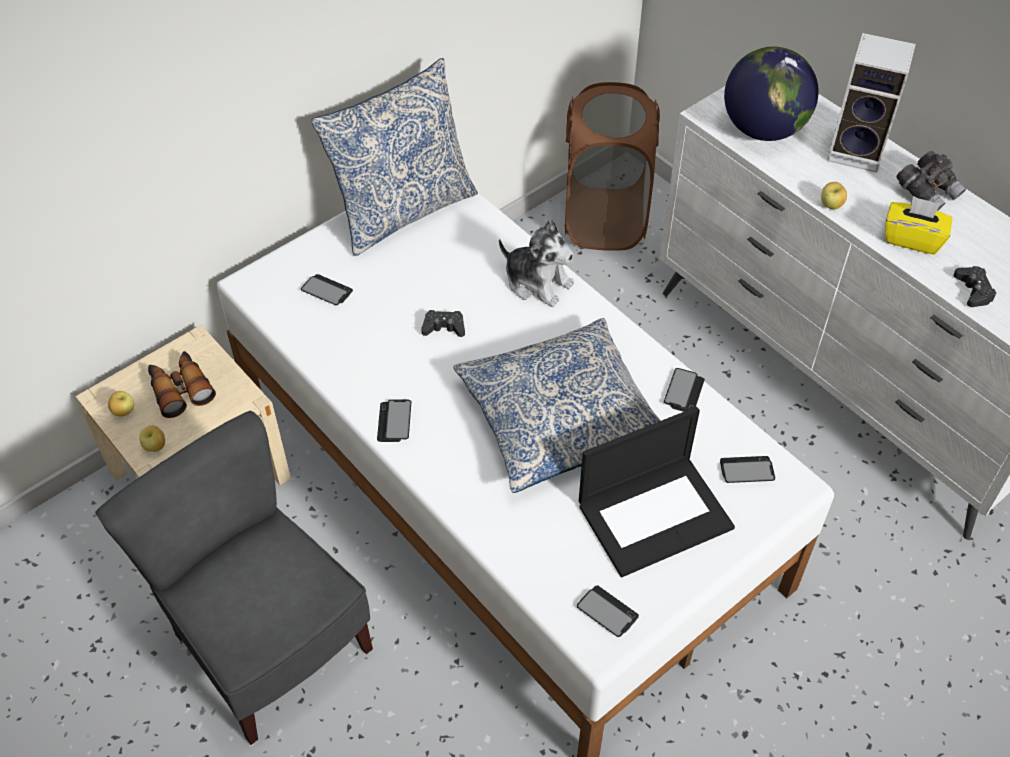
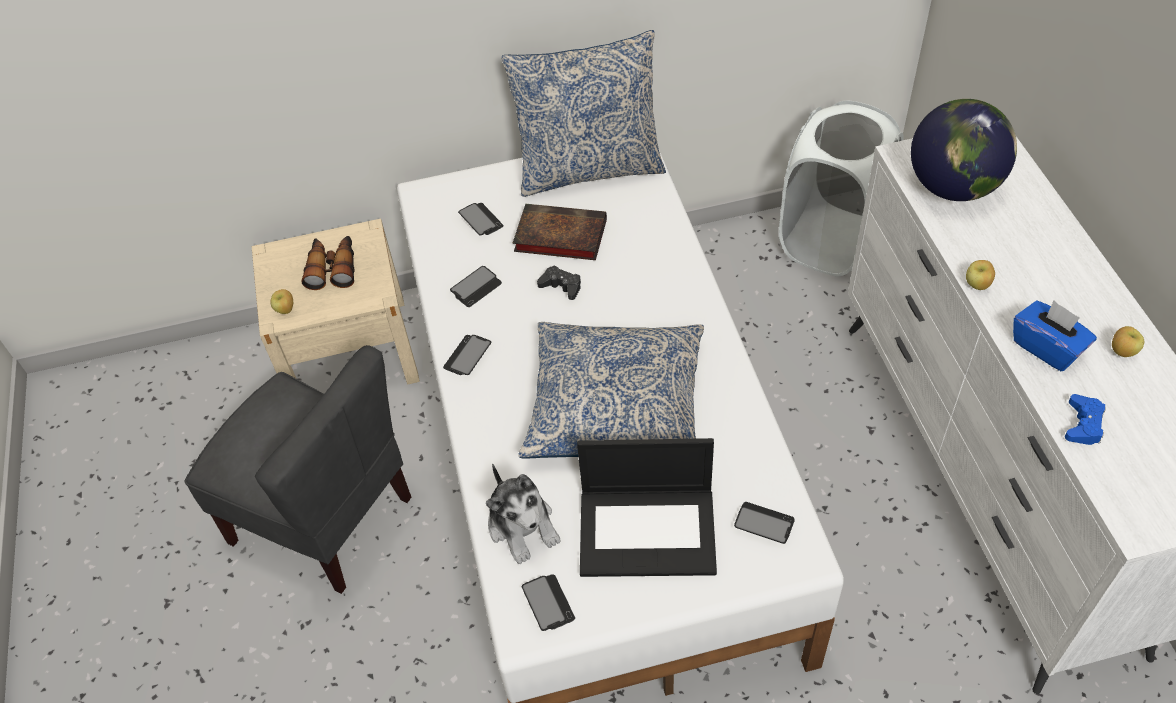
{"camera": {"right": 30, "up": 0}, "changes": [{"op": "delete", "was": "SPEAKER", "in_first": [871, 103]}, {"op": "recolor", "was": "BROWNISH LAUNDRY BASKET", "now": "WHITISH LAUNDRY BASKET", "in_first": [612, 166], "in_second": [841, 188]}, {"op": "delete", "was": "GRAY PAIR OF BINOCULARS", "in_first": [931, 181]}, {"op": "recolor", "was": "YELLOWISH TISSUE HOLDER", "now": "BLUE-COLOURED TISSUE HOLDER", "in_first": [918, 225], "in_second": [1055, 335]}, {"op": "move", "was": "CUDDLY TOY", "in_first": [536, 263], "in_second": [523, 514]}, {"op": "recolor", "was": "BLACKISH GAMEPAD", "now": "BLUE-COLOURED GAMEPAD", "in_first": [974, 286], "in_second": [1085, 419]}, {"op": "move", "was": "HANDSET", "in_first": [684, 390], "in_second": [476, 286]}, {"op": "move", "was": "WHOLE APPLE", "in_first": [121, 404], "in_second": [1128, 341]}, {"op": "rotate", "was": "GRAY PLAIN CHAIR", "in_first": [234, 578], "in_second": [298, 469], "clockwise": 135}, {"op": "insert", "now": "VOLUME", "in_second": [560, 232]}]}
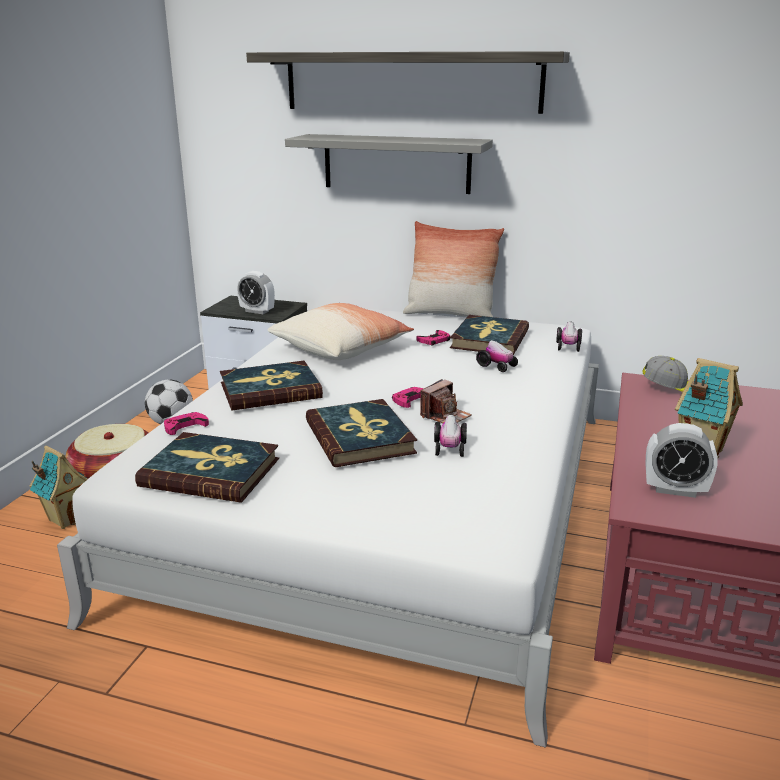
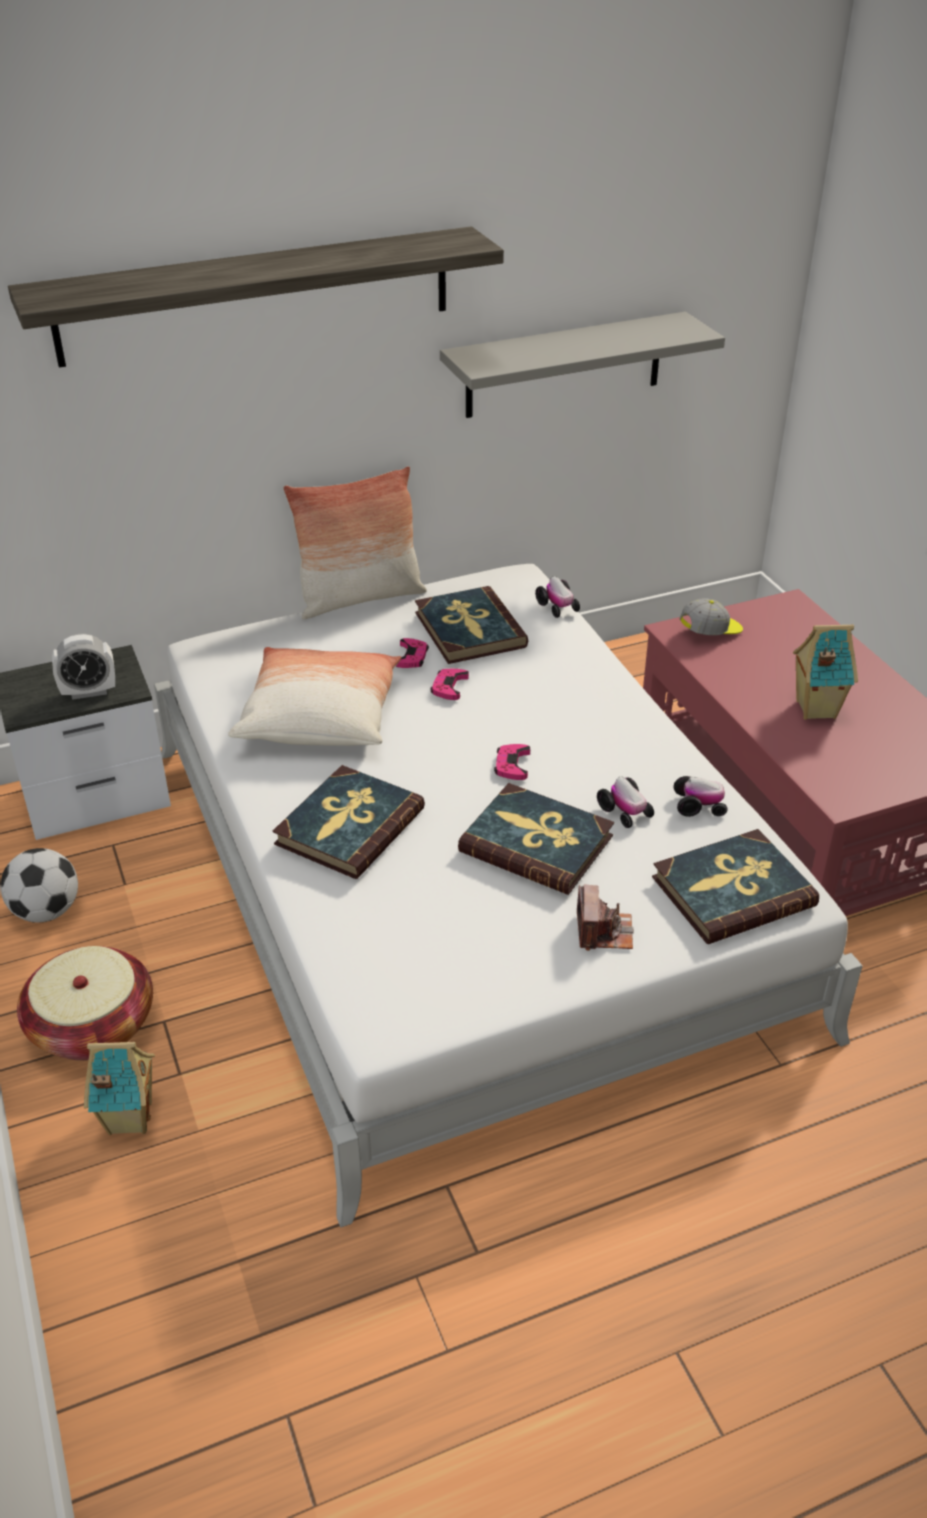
{"camera": {"right": -40, "up": 15}, "changes": [{"op": "move", "was": "GRAY SHELF", "in_first": [389, 164], "in_second": [582, 365]}, {"op": "move", "was": "TOY CAR", "in_first": [497, 356], "in_second": [701, 796]}, {"op": "move", "was": "STILL CAMERA", "in_first": [446, 401], "in_second": [605, 918]}, {"op": "move", "was": "PINK-COLOURED GAMEPAD", "in_first": [186, 423], "in_second": [449, 684]}, {"op": "delete", "was": "TABLE CLOCK", "in_first": [682, 460]}, {"op": "move", "was": "VOLUME", "in_first": [207, 467], "in_second": [735, 886]}]}
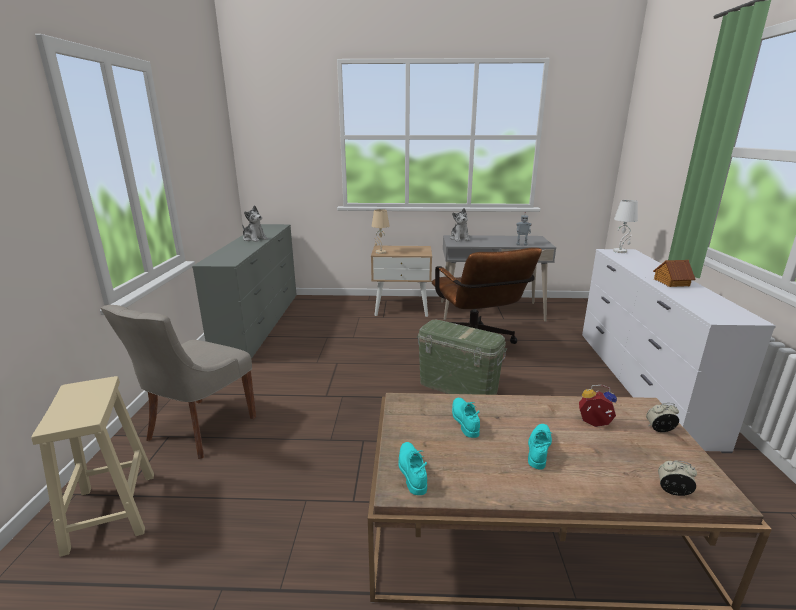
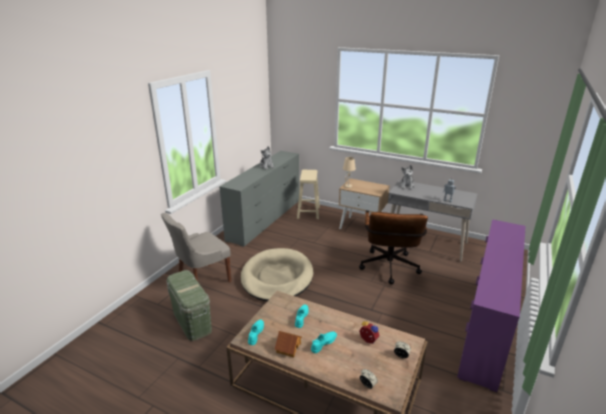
{"camera": {"right": 25, "up": 5}, "changes": [{"op": "delete", "was": "WHITISH LAMP FOR A TABLE", "in_first": [625, 226]}, {"op": "recolor", "was": "WHITISH DRESSER", "now": "PURPLE-COLOURED DRESSER", "in_first": [679, 351], "in_second": [491, 305]}, {"op": "move", "was": "TOY HOUSE", "in_first": [674, 273], "in_second": [288, 344]}, {"op": "move", "was": "GREEN STORAGE BIN", "in_first": [462, 357], "in_second": [189, 305]}, {"op": "move", "was": "BEIGE SITTING STOOL", "in_first": [92, 466], "in_second": [308, 194]}, {"op": "insert", "now": "BEIGE DOG CUSHION", "in_second": [277, 274]}]}
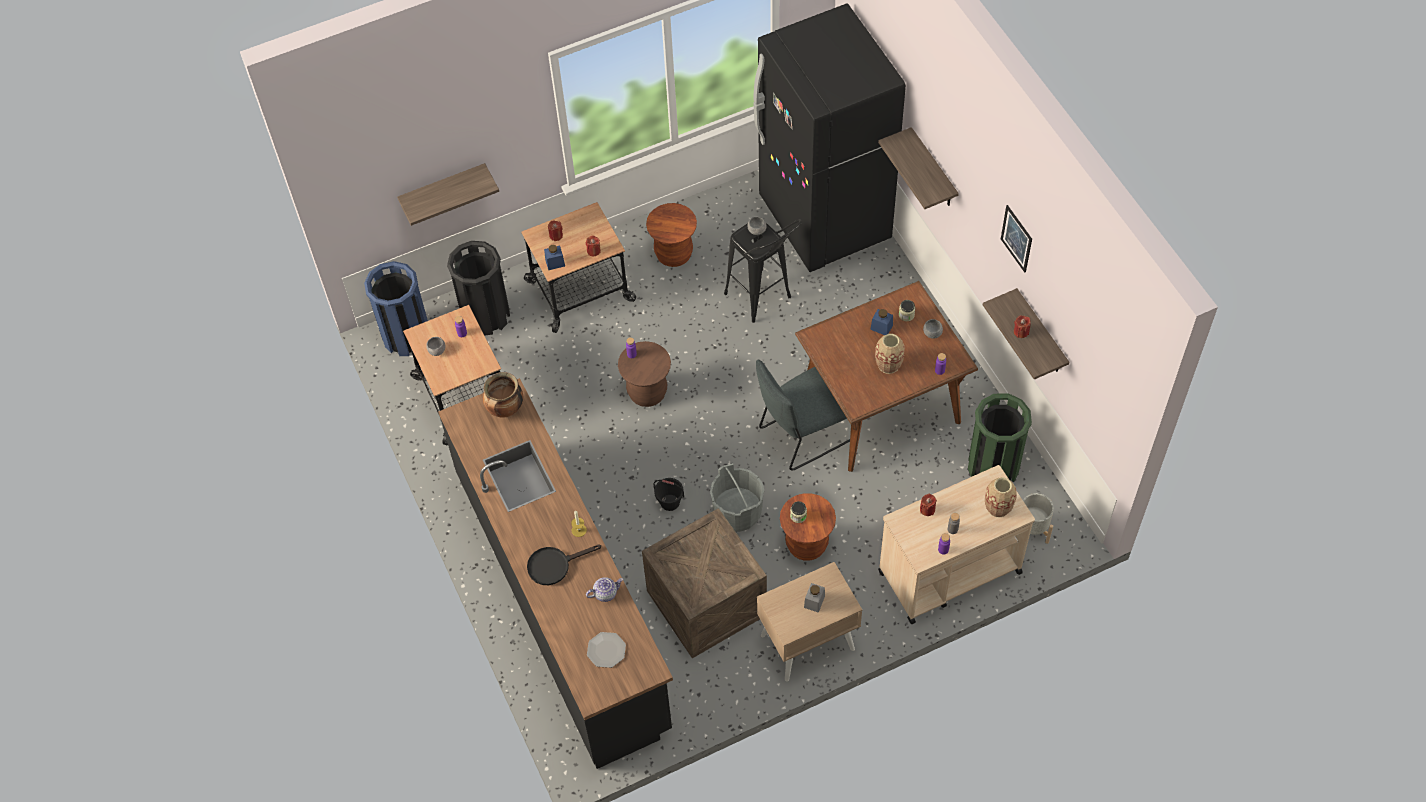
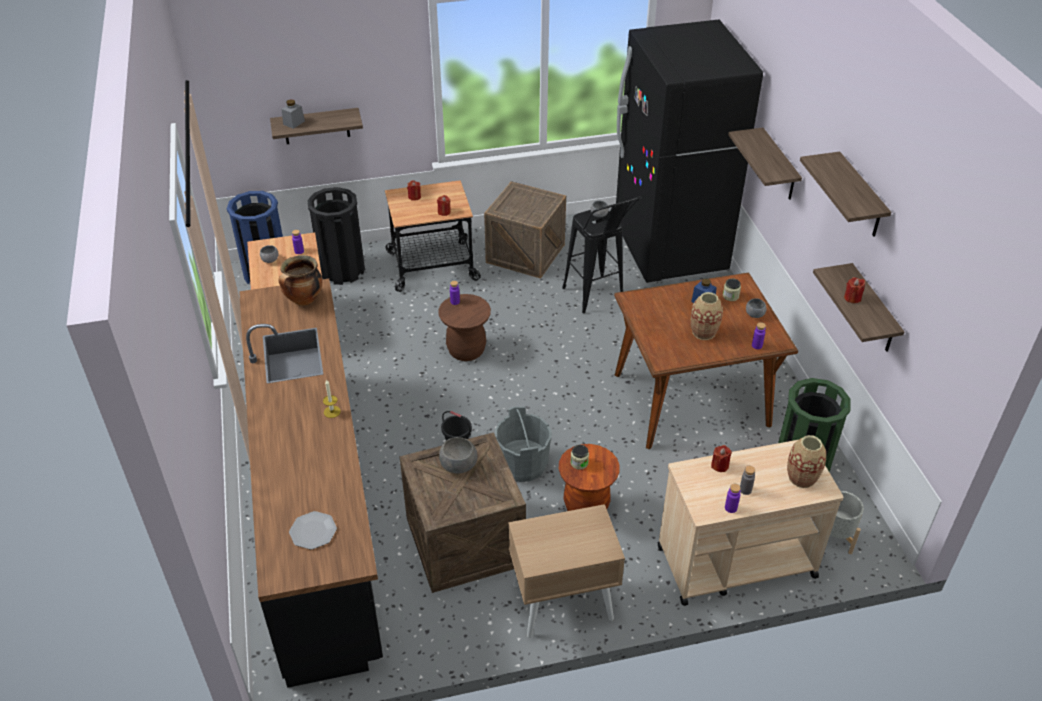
{"camera": {"right": 10, "up": -15}, "changes": [{"op": "replace", "was": "BROWNISH SITTING STOOL", "now": "SHIPPING CRATE", "in_first": [671, 235], "in_second": [525, 230]}, {"op": "replace", "was": "WALL ART", "now": "SHELF", "in_first": [1016, 239], "in_second": [845, 194]}, {"op": "delete", "was": "BLUE-COLOURED PRESERVE JAR", "in_first": [554, 257]}, {"op": "delete", "was": "GRAY PLAIN CHAIR", "in_first": [803, 415]}, {"op": "delete", "was": "BLACKISH PAN", "in_first": [564, 564]}, {"op": "delete", "was": "TEA POT", "in_first": [604, 589]}, {"op": "move", "was": "GRAY PRESERVE JAR", "in_first": [814, 598], "in_second": [293, 114]}, {"op": "insert", "now": "GRAY DEEP DISH", "in_second": [458, 455]}]}
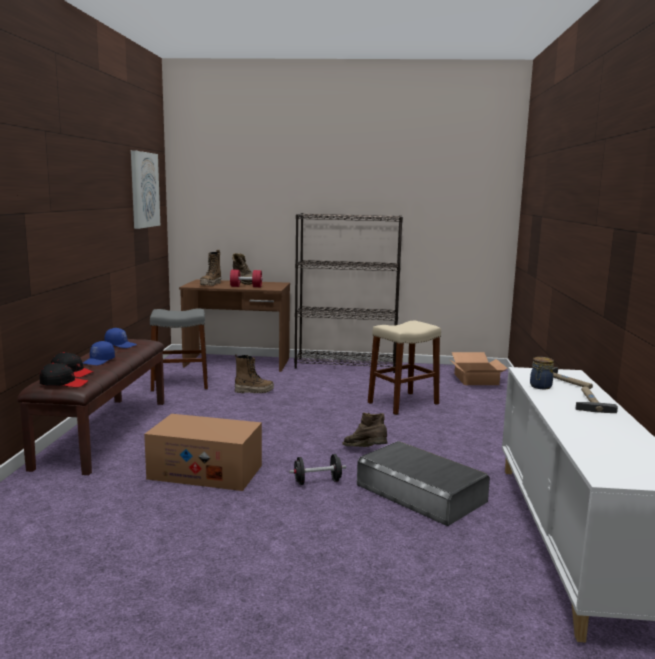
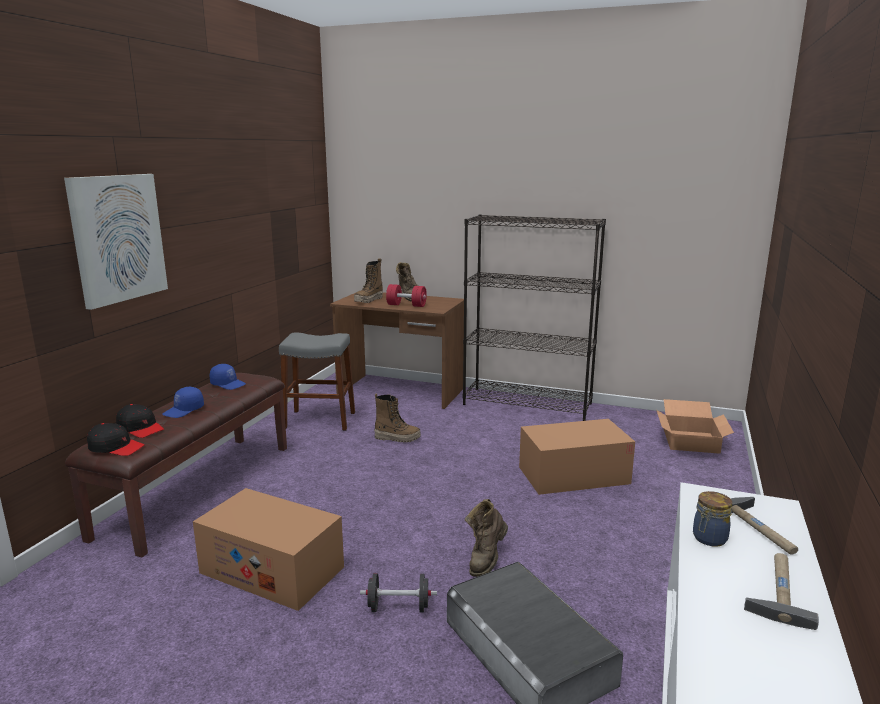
{"camera": {"right": 15, "up": 5}, "changes": [{"op": "move", "was": "WALL ART", "in_first": [145, 189], "in_second": [116, 242]}, {"op": "replace", "was": "BEIGE SITTING STOOL", "now": "CARTON", "in_first": [404, 368], "in_second": [577, 457]}, {"op": "rotate", "was": "BROWNISH BOOT", "in_first": [365, 429], "in_second": [486, 538], "clockwise": -120}]}
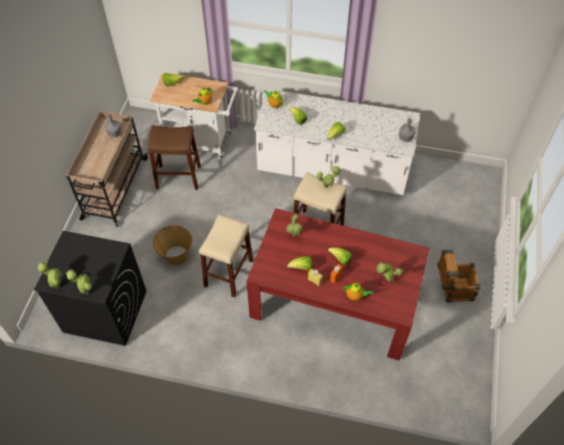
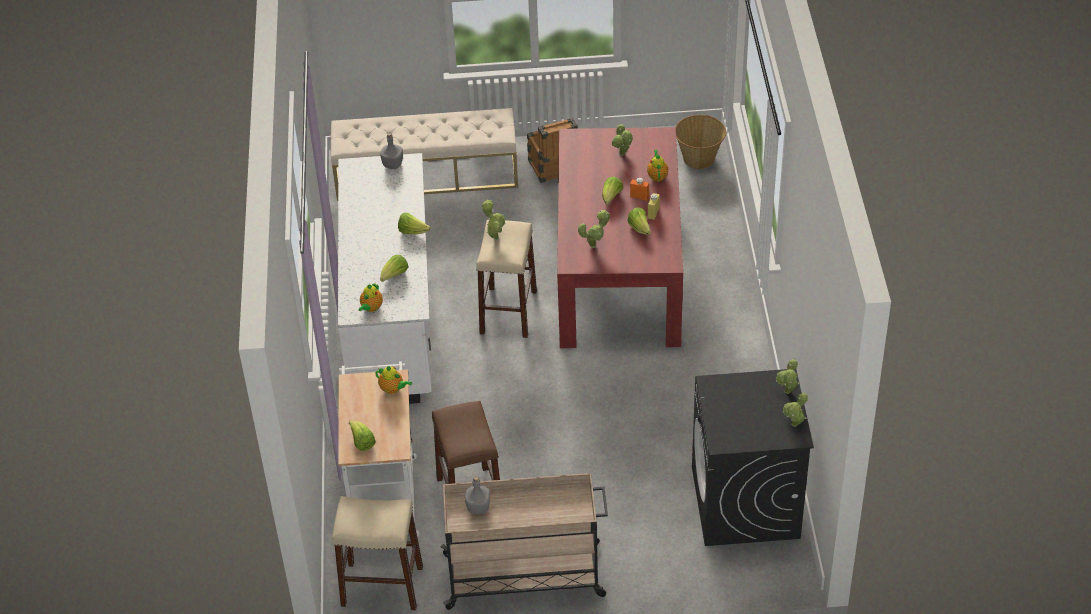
{"camera": {"right": -105, "up": -10}, "changes": [{"op": "move", "was": "BEIGE SITTING STOOL", "in_first": [226, 256], "in_second": [377, 553]}, {"op": "move", "was": "HOUSEHOLD BASKET", "in_first": [172, 245], "in_second": [700, 142]}, {"op": "insert", "now": "BEIGE LONG SEAT", "in_second": [424, 154]}]}
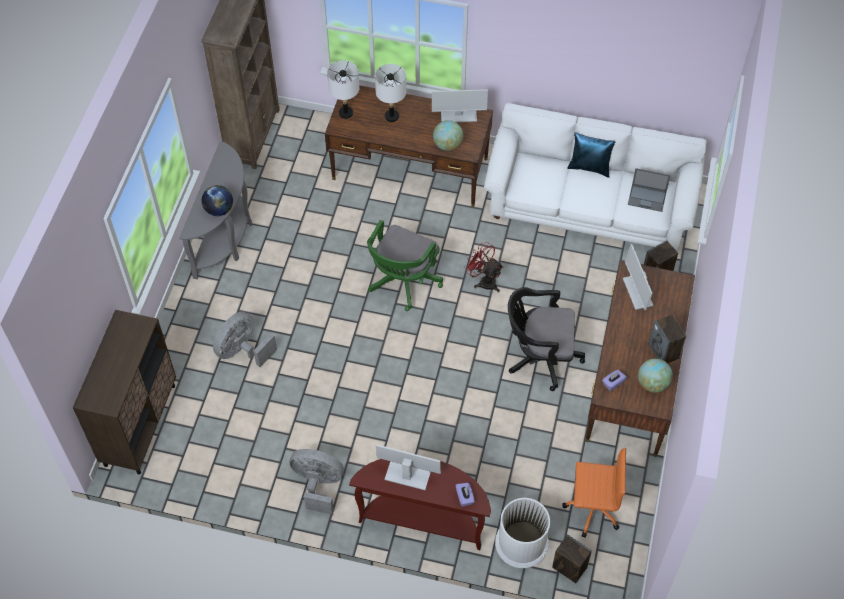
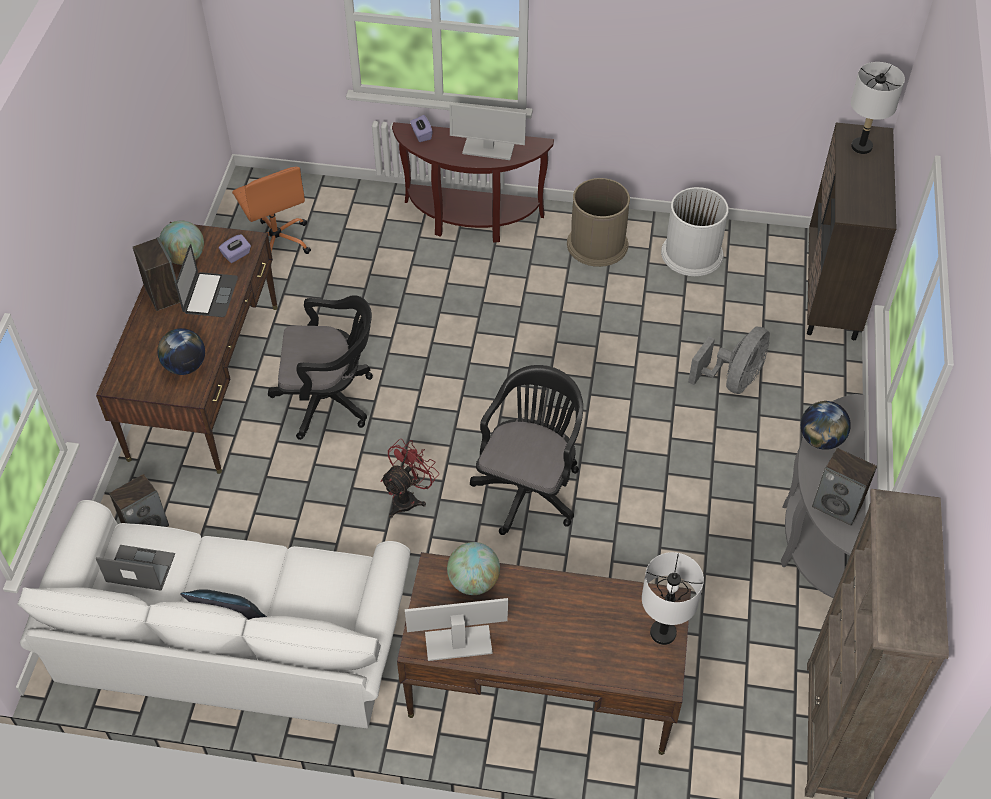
{"camera": {"right": 175, "up": -5}, "changes": [{"op": "move", "was": "WHITISH LAMP FOR A TABLE", "in_first": [390, 93], "in_second": [878, 108]}, {"op": "recolor", "was": "GREEN COMPUTER CHAIR", "now": "BLACKISH COMPUTER CHAIR", "in_first": [405, 265], "in_second": [526, 450]}, {"op": "rotate", "was": "REDDISH FAN", "in_first": [484, 267], "in_second": [409, 478], "clockwise": -90}, {"op": "replace", "was": "COMPUTER SCREEN", "now": "GLOBE", "in_first": [638, 277], "in_second": [181, 351]}, {"op": "rotate", "was": "ORANGE COMPUTER CHAIR", "in_first": [594, 493], "in_second": [271, 210], "clockwise": -120}, {"op": "replace", "was": "GRAY FAN", "now": "BROWNISH WASTE BIN", "in_first": [317, 482], "in_second": [598, 222]}, {"op": "move", "was": "WHITISH WASTE BIN", "in_first": [522, 533], "in_second": [695, 231]}, {"op": "move", "was": "SPEAKER", "in_first": [572, 559], "in_second": [844, 486]}, {"op": "insert", "now": "NOTEBOOK COMPUTER", "in_second": [206, 280]}]}
